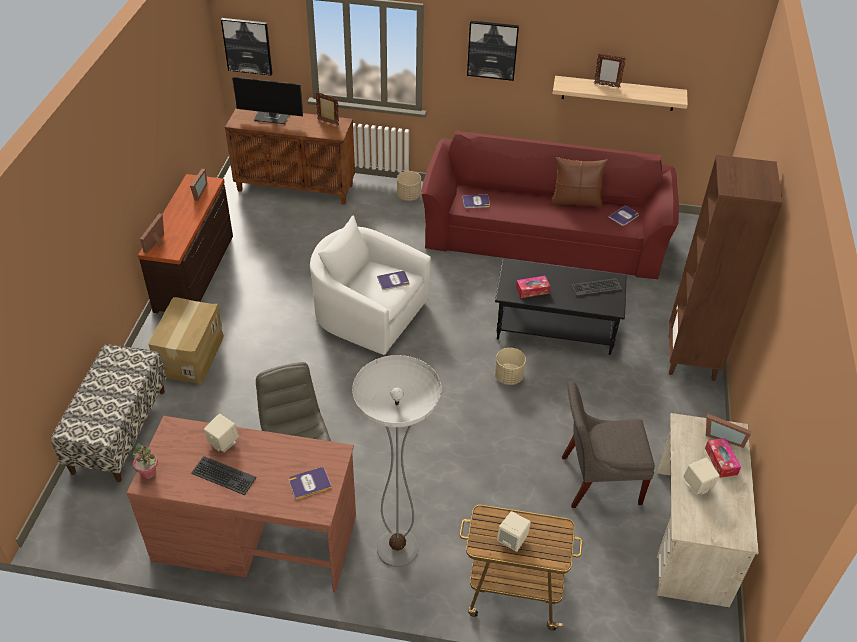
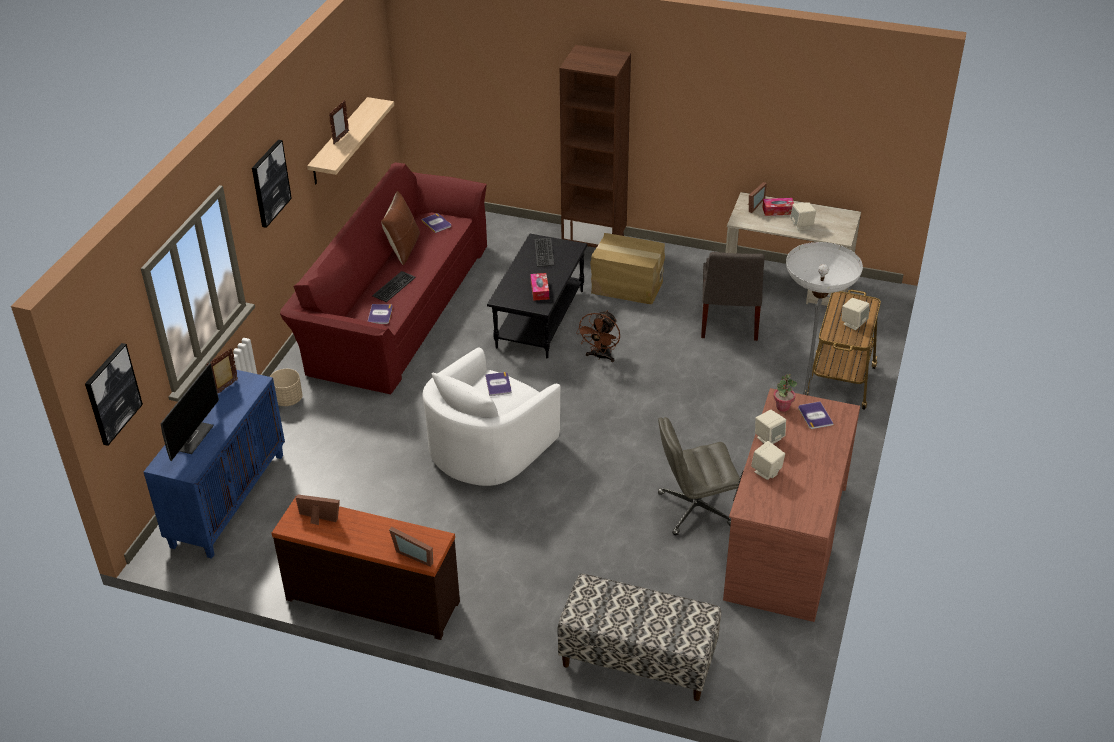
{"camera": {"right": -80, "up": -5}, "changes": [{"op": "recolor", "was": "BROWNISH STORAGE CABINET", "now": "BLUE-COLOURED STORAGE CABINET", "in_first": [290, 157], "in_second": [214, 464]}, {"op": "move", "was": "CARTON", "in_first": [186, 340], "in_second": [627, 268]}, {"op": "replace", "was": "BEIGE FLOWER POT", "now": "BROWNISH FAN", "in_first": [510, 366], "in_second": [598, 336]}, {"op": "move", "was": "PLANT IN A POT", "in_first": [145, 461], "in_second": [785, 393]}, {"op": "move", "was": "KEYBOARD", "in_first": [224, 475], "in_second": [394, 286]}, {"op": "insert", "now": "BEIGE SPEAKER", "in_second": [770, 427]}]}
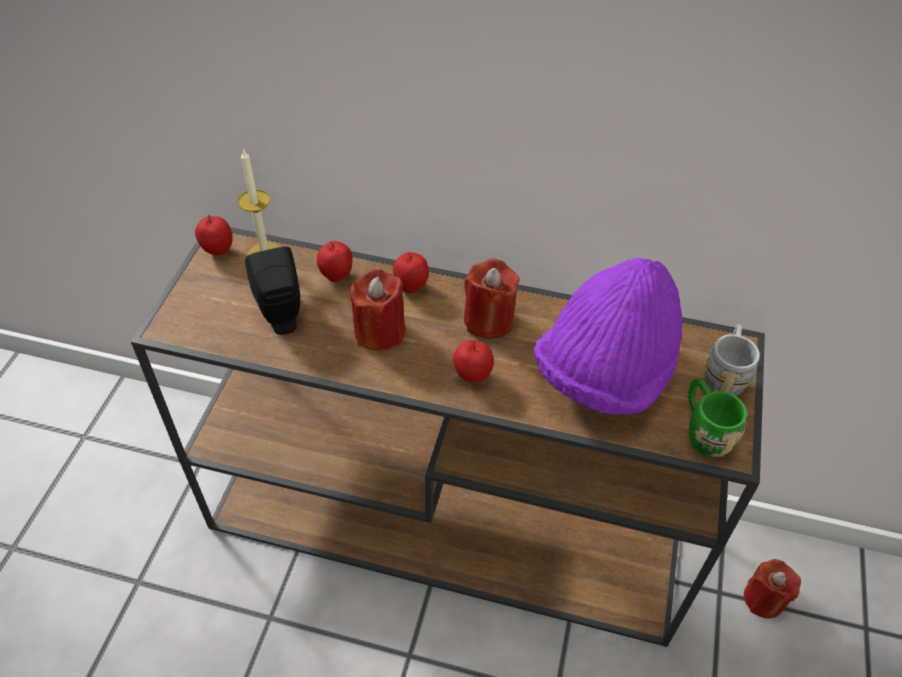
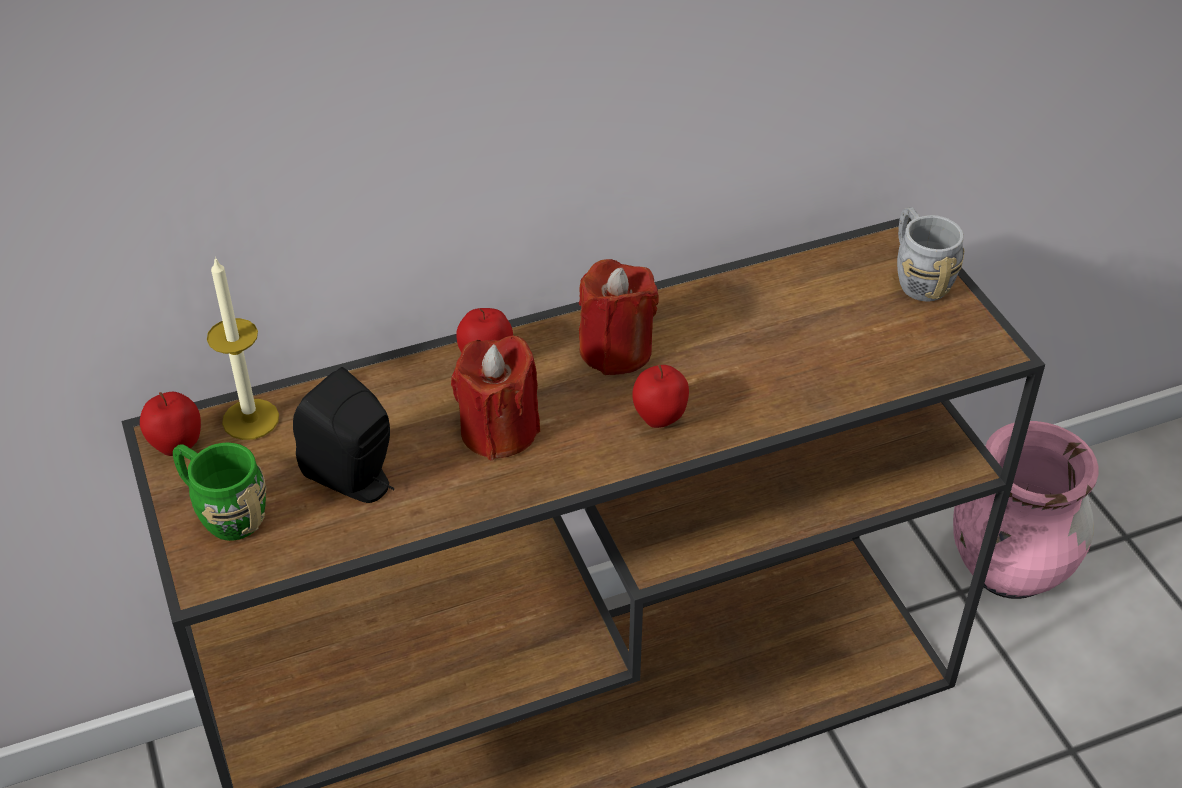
{"camera": {"right": -35, "up": -5}, "changes": [{"op": "delete", "was": "WHOLE APPLE", "in_first": [335, 261]}, {"op": "delete", "was": "PURPLE-COLOURED WEARABLE HAT", "in_first": [608, 336]}, {"op": "move", "was": "GREEN MUG", "in_first": [717, 417], "in_second": [220, 491]}, {"op": "replace", "was": "REDDISH WAX LIGHT", "now": "PINK-COLOURED FLOWER VASE", "in_first": [772, 589], "in_second": [1026, 510]}]}
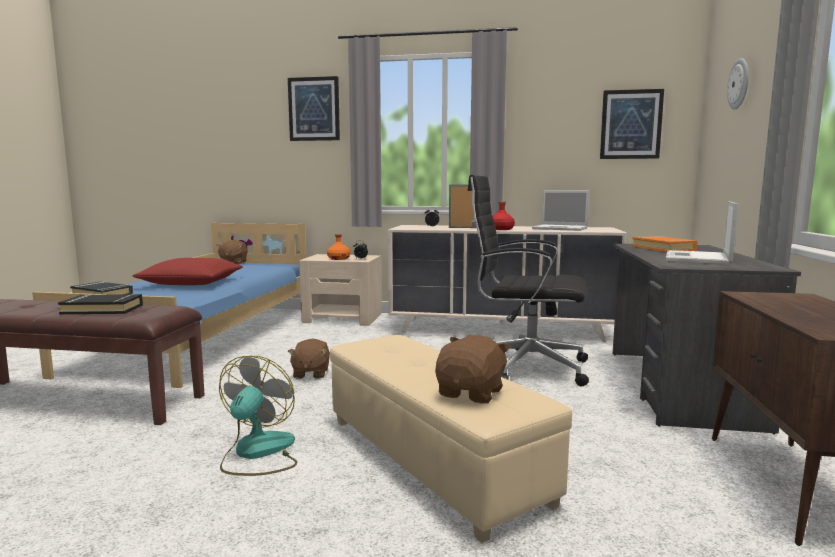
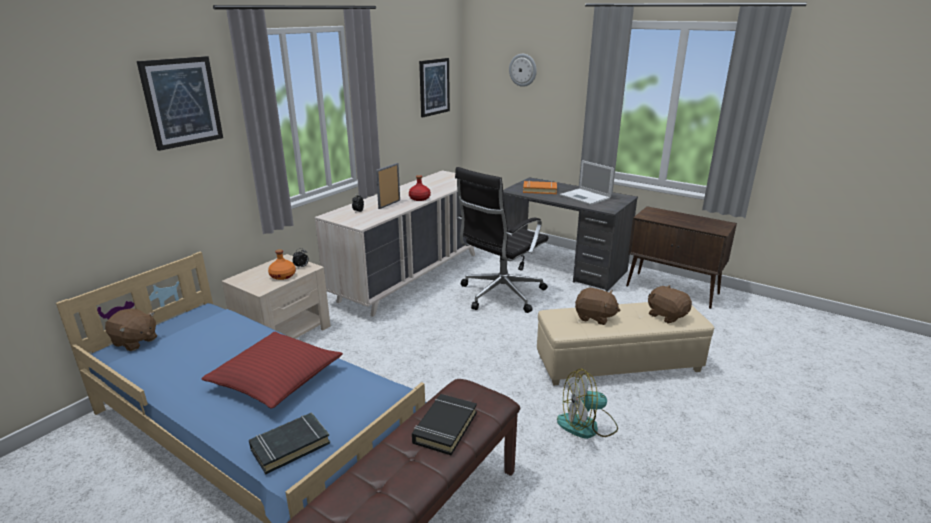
{"camera": {"right": -65, "up": 15}, "changes": [{"op": "delete", "was": "NOTEBOOK COMPUTER", "in_first": [561, 210]}, {"op": "move", "was": "BROWNISH CUDDLY TOY", "in_first": [309, 358], "in_second": [597, 306]}, {"op": "rotate", "was": "FAN", "in_first": [258, 416], "in_second": [587, 404], "clockwise": -45}]}
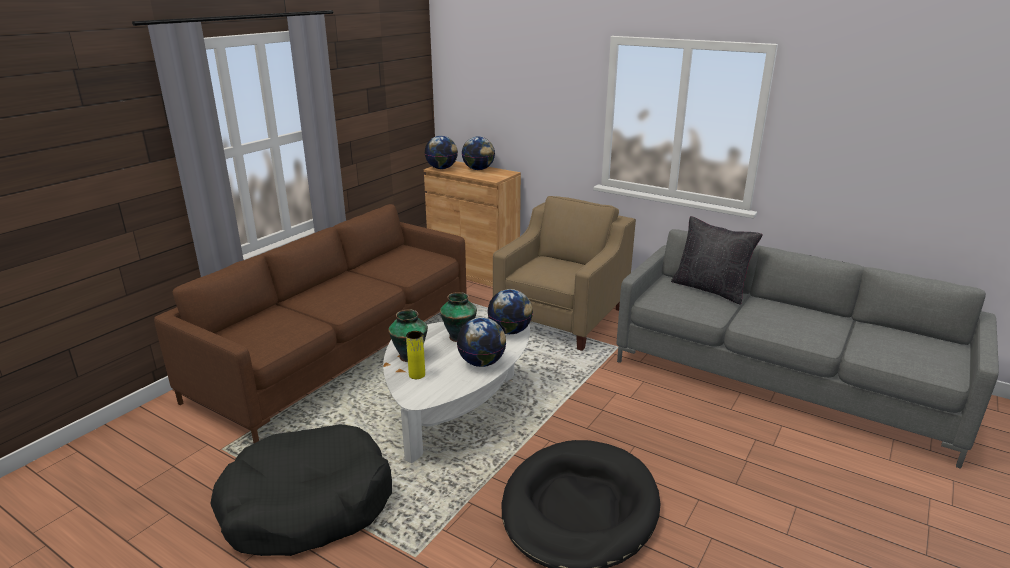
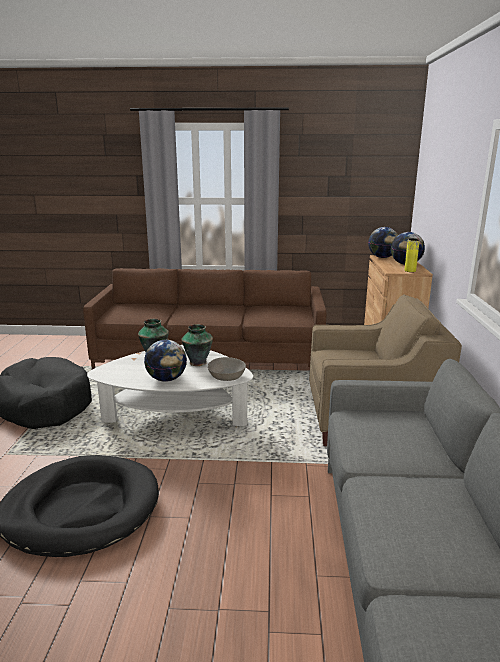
{"camera": {"right": 60, "up": -5}, "changes": [{"op": "delete", "was": "BLACKISH PILLOW", "in_first": [717, 260]}, {"op": "replace", "was": "GLOBE", "now": "GRAY DEEP DISH", "in_first": [510, 311], "in_second": [227, 369]}, {"op": "move", "was": "YELLOWISH FLOWER VASE", "in_first": [415, 355], "in_second": [412, 255]}]}
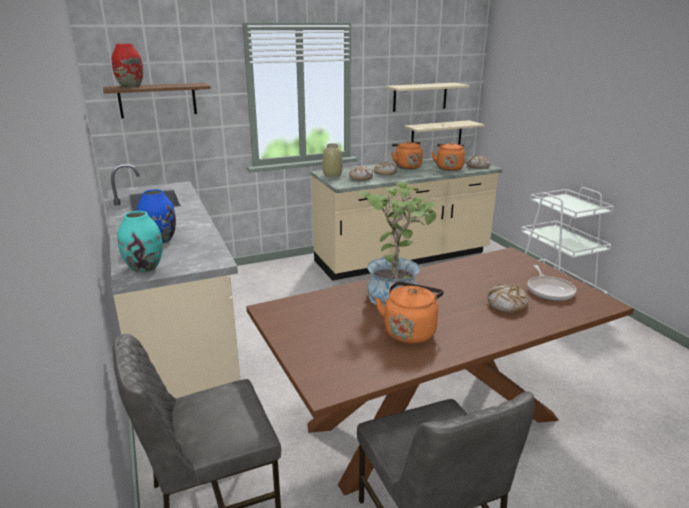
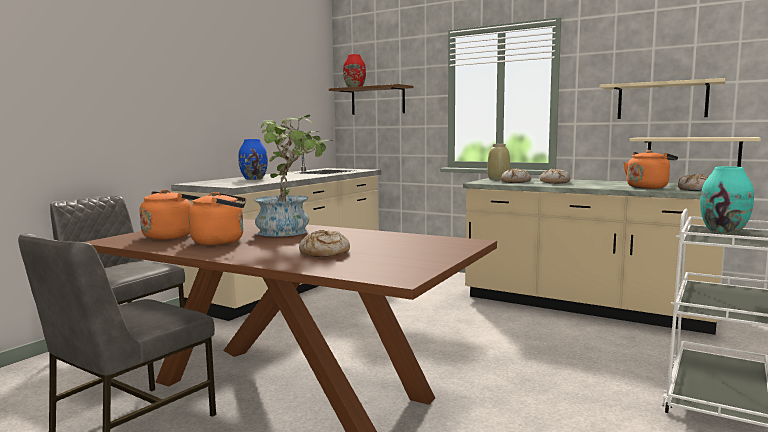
{"camera": {"right": 55, "up": -15}, "changes": [{"op": "move", "was": "ORANGE KETTLE", "in_first": [407, 155], "in_second": [170, 214]}, {"op": "move", "was": "TURQUOISE FLOWER VASE", "in_first": [140, 242], "in_second": [727, 200]}, {"op": "delete", "was": "PAN", "in_first": [551, 283]}]}
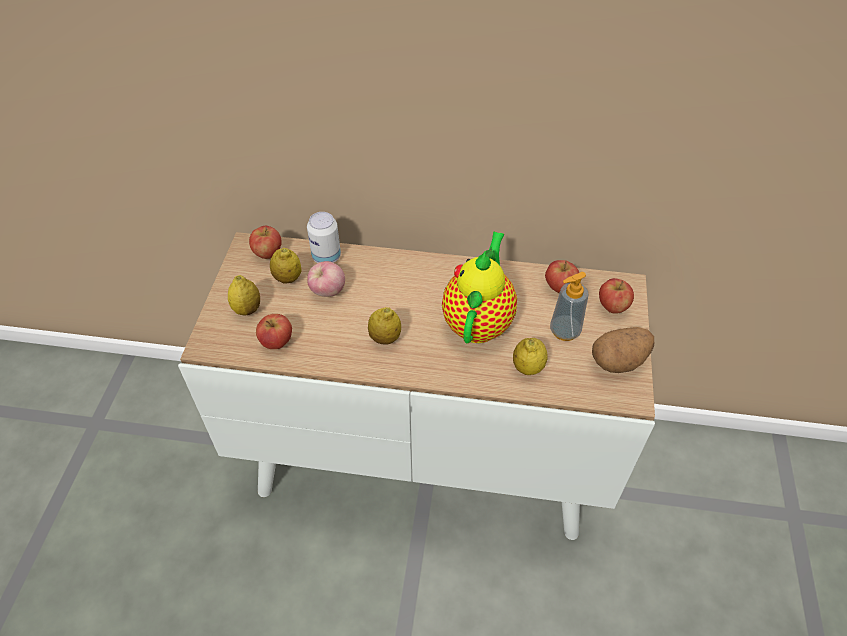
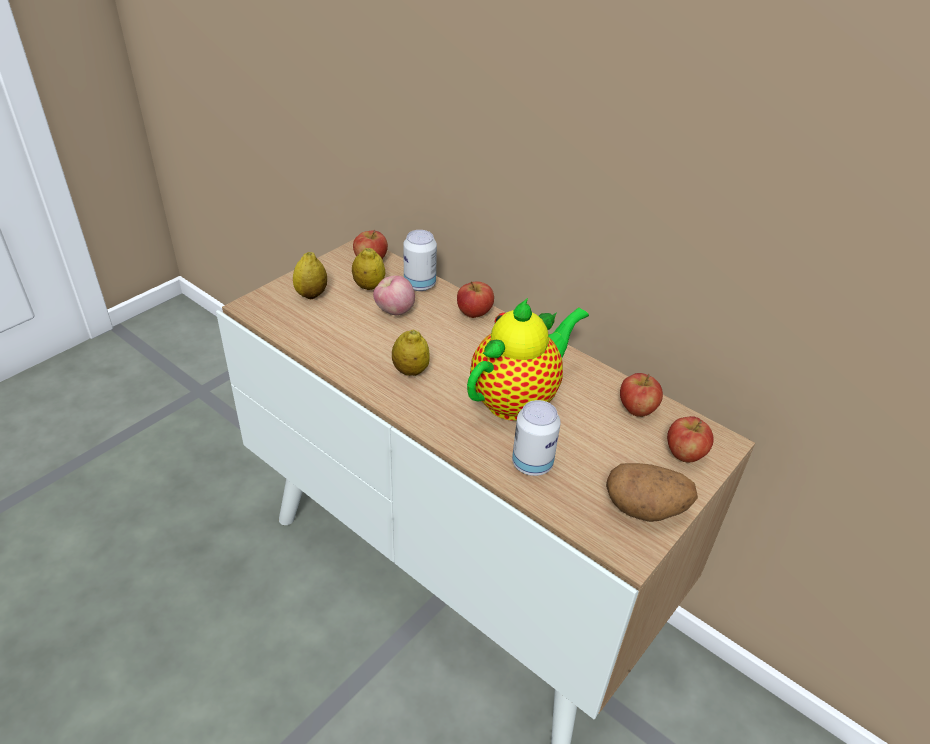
{"camera": {"right": 30, "up": -10}, "changes": [{"op": "delete", "was": "SOAP DISPENSER", "in_first": [569, 306]}, {"op": "move", "was": "WHOLE APPLE", "in_first": [274, 331], "in_second": [475, 299]}, {"op": "replace", "was": "CITRUS FRUIT", "now": "SEALED CAN", "in_first": [530, 356], "in_second": [536, 438]}]}
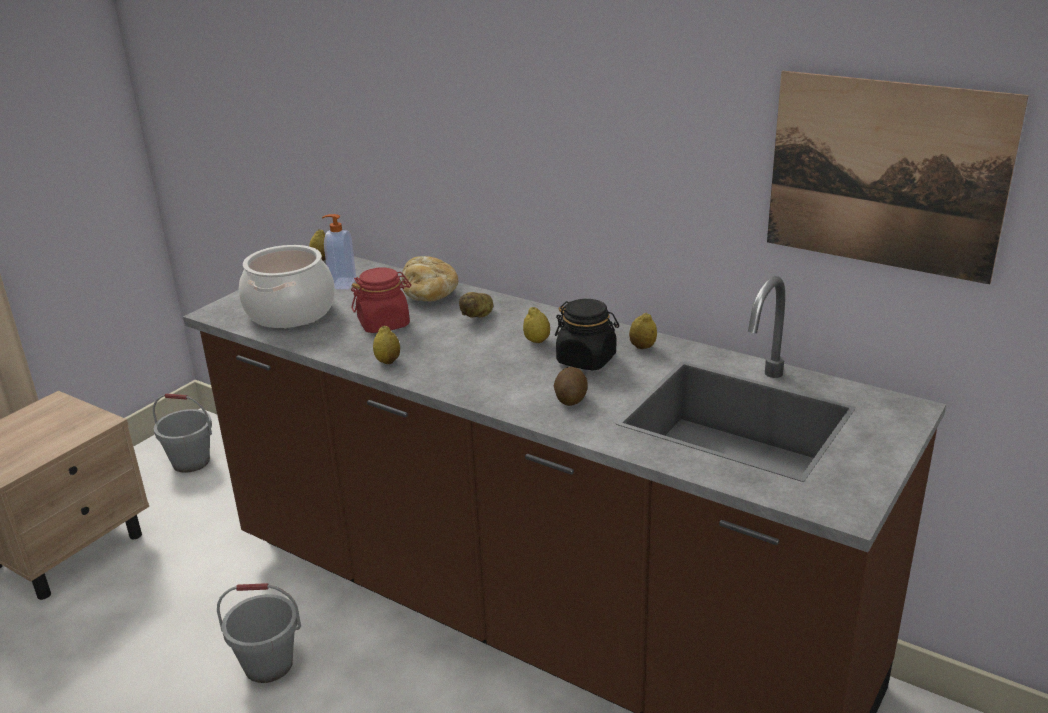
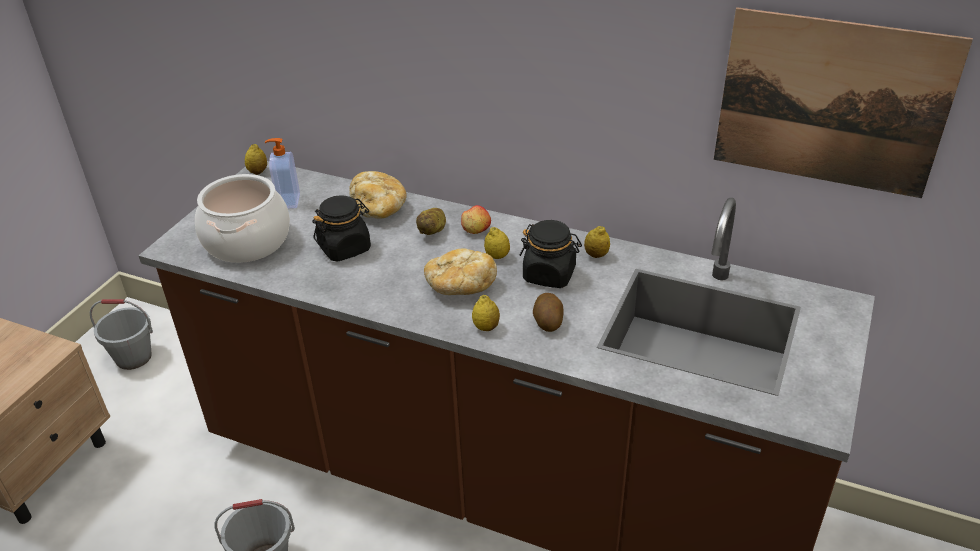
{"camera": {"right": -10, "up": 10}, "changes": [{"op": "recolor", "was": "REDDISH PRESERVE JAR", "now": "BLACKISH PRESERVE JAR", "in_first": [381, 300], "in_second": [342, 228]}, {"op": "move", "was": "CITRUS FRUIT", "in_first": [386, 345], "in_second": [486, 313]}, {"op": "insert", "now": "WHOLE APPLE", "in_second": [476, 219]}, {"op": "insert", "now": "BAKED BREAD", "in_second": [460, 271]}]}
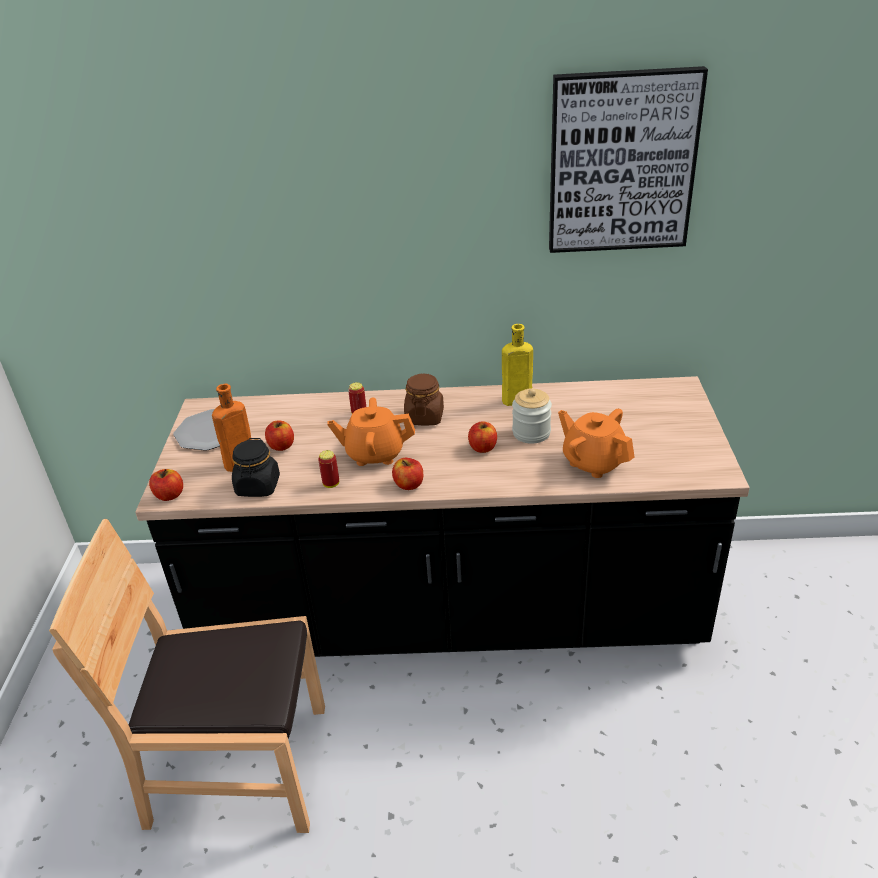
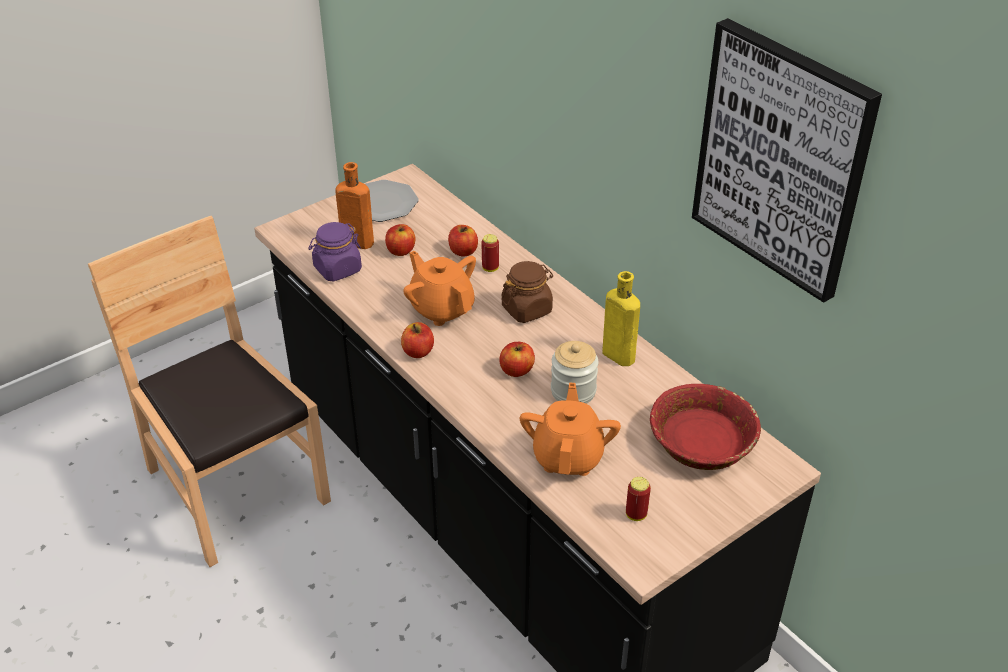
{"camera": {"right": 50, "up": 5}, "changes": [{"op": "recolor", "was": "BLACKISH PRESERVE JAR", "now": "PURPLE-COLOURED PRESERVE JAR", "in_first": [256, 467], "in_second": [335, 251]}, {"op": "move", "was": "SEALED CAN", "in_first": [328, 469], "in_second": [638, 499]}, {"op": "move", "was": "WHOLE APPLE", "in_first": [166, 485], "in_second": [463, 241]}, {"op": "insert", "now": "REDDISH DEEP DISH", "in_second": [705, 427]}]}
